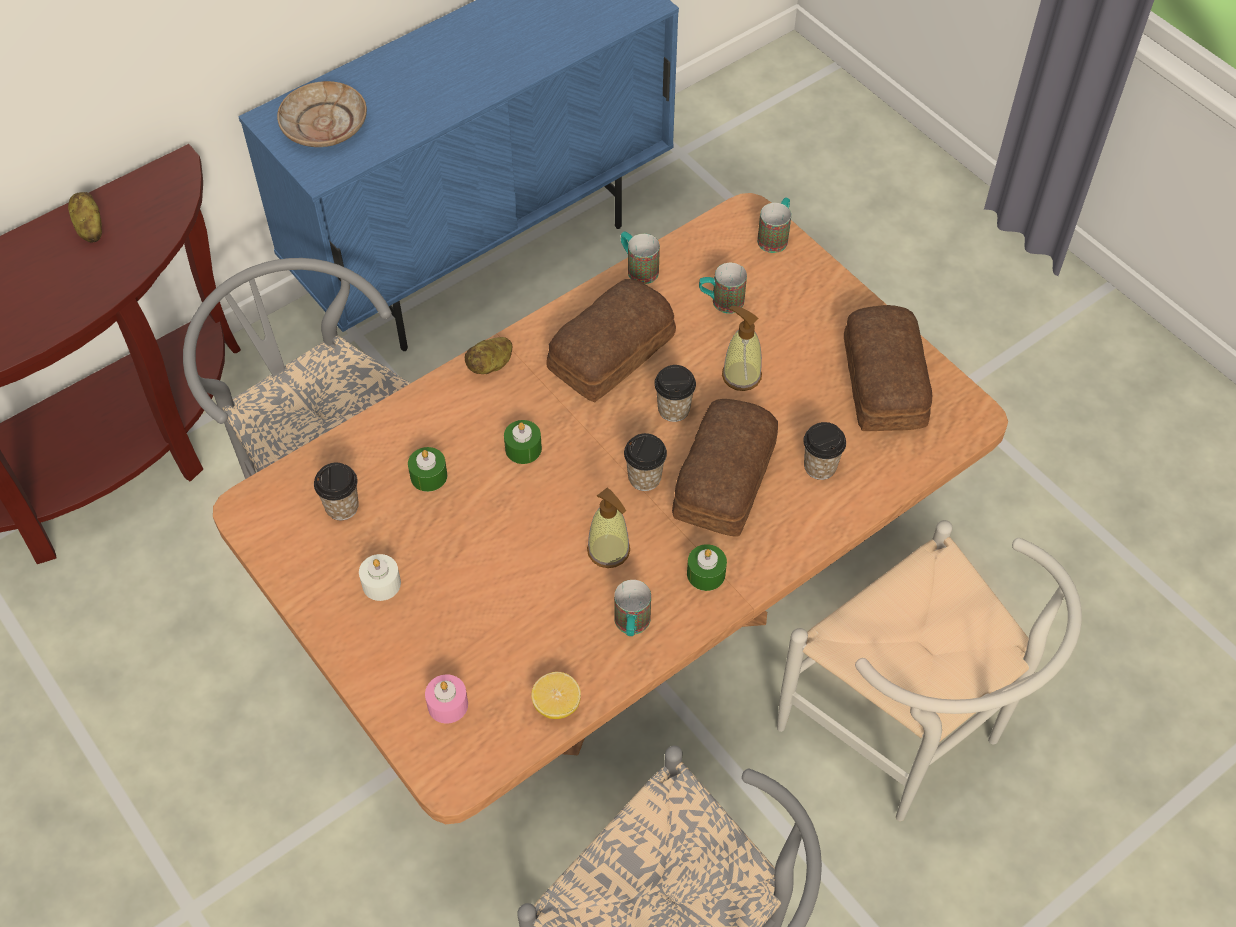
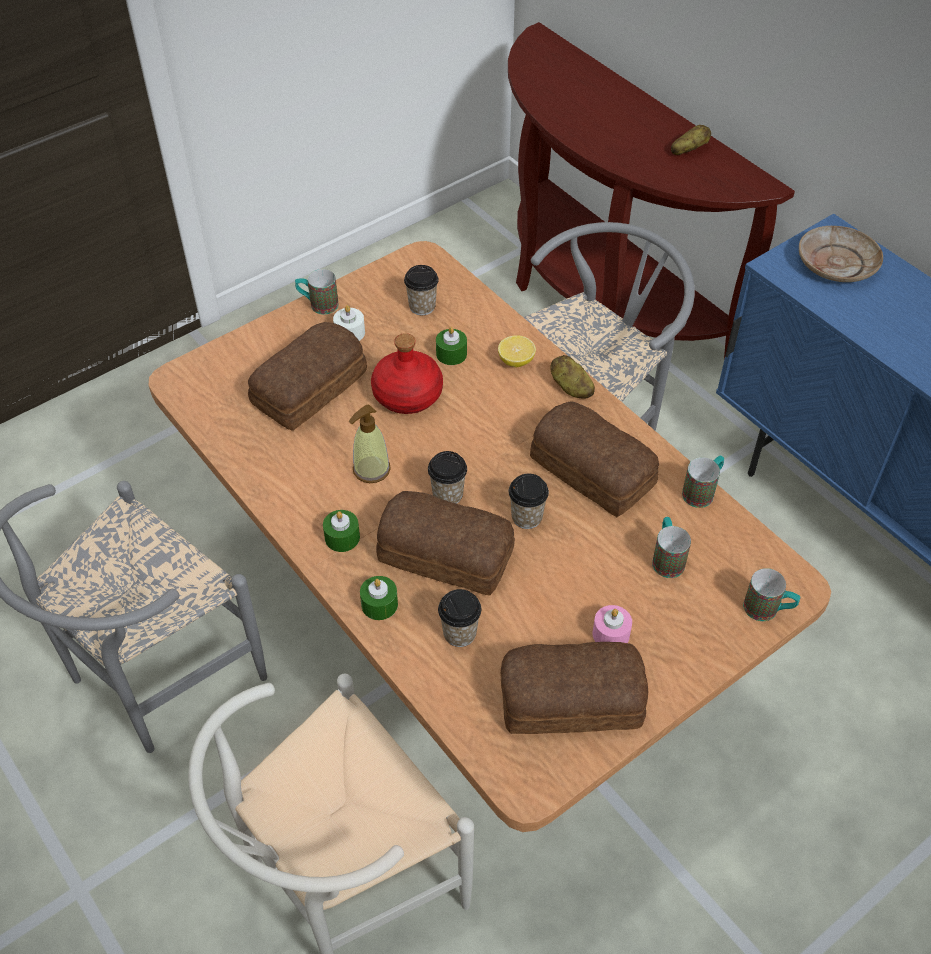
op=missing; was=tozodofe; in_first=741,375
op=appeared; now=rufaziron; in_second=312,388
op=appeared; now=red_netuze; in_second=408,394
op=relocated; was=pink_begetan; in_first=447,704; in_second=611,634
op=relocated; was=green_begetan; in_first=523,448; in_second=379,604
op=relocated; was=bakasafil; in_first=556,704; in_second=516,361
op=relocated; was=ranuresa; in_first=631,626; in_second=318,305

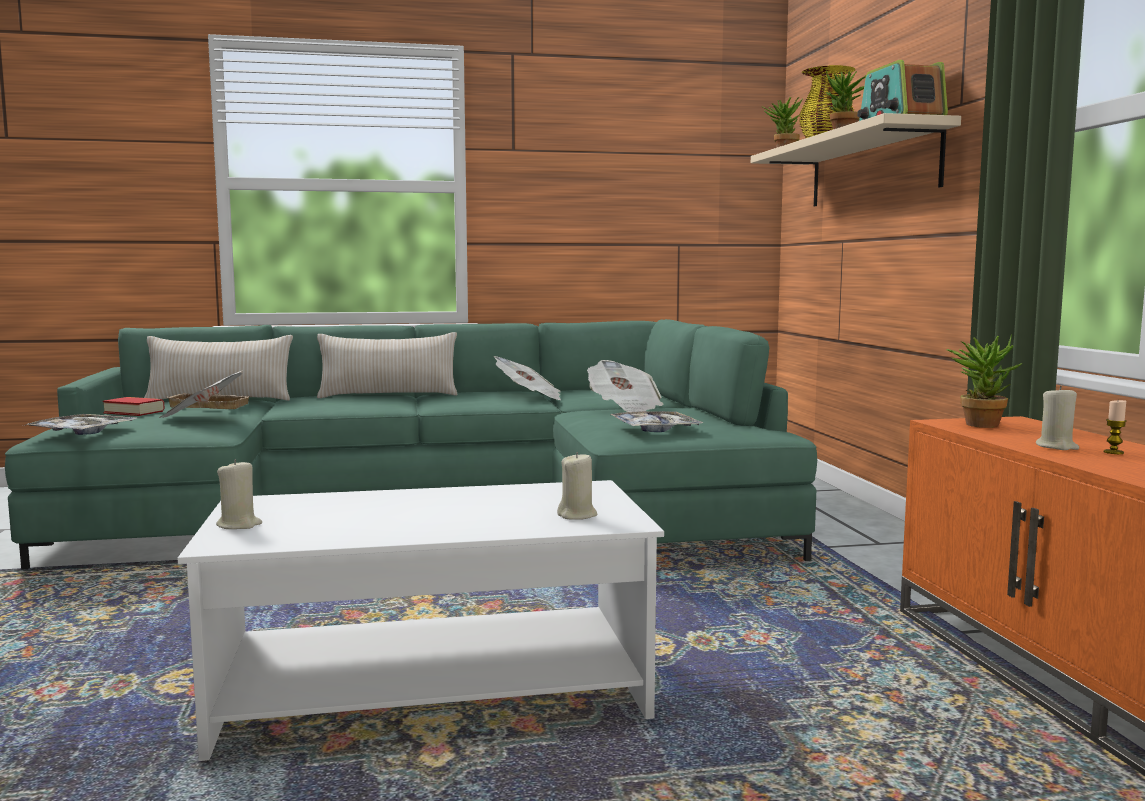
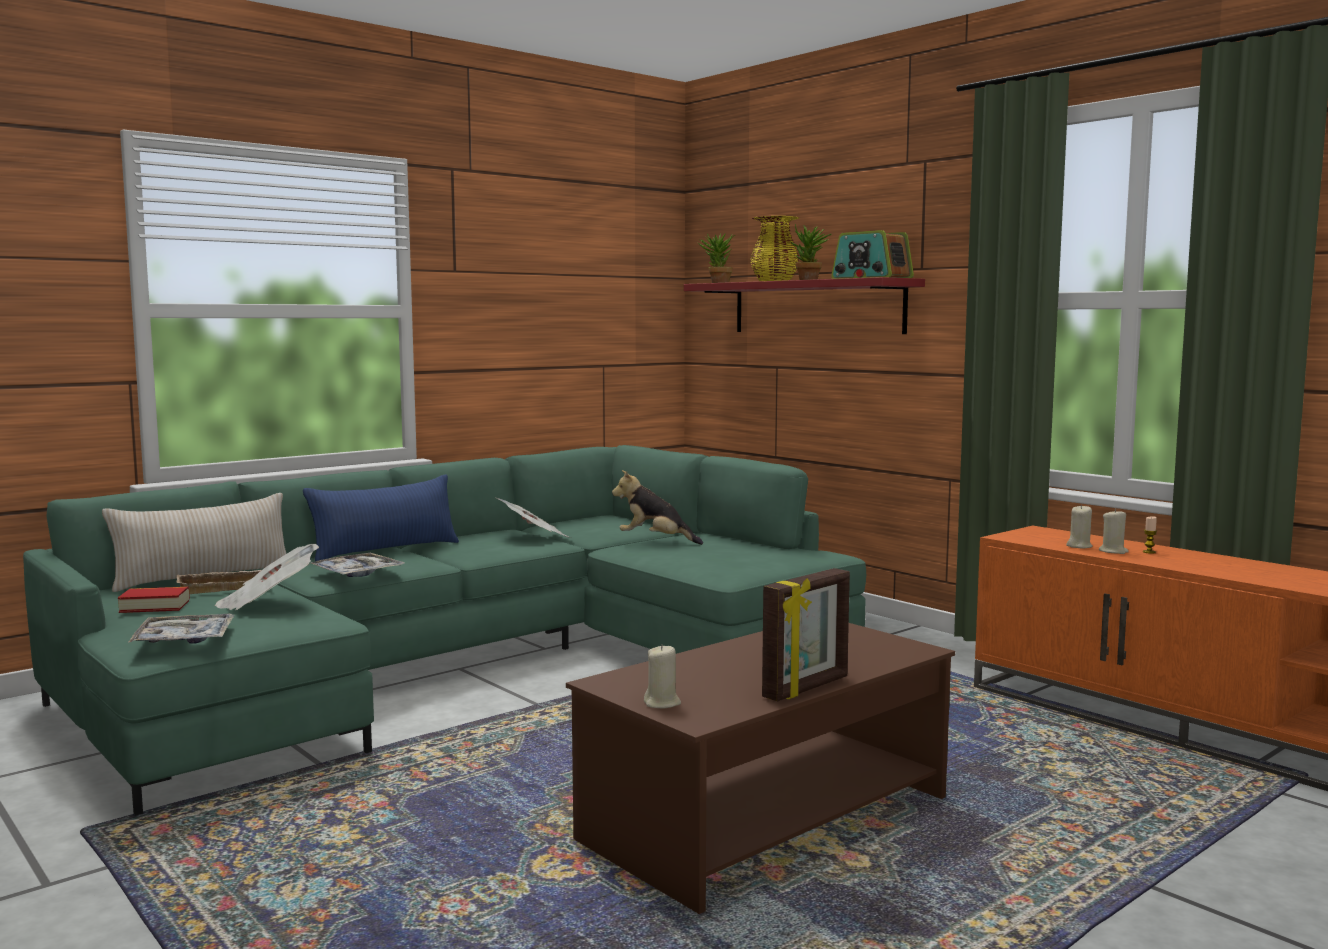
op=missing; was=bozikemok; in_first=979,424
op=appeared; now=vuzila; in_second=807,688
op=relocated; was=beige_begetan; in_first=577,515; in_second=1079,546
op=relocated; was=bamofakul; in_first=655,429; in_second=357,573
op=exchanged; was=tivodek; now=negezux; in_first=624,408; in_second=655,541
op=colour; was=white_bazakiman; now=brown_bazakiman; in_first=435,690; in_second=768,818
op=colour; was=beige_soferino; now=blue_soferino; in_first=388,395; in_second=385,550
op=colour; was=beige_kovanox; now=red_kovanox; in_first=872,168; in_second=816,307

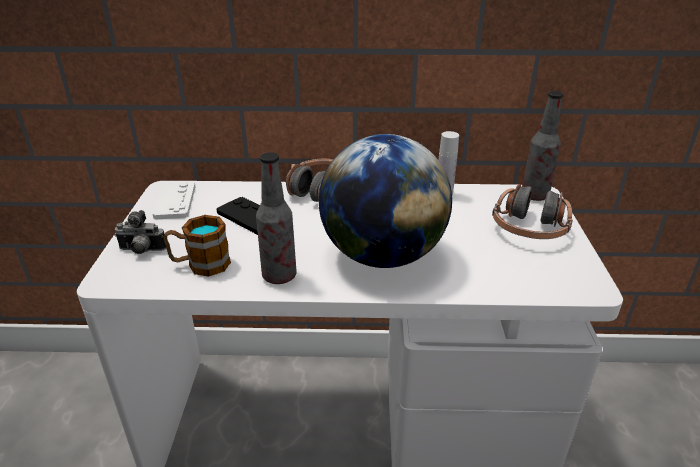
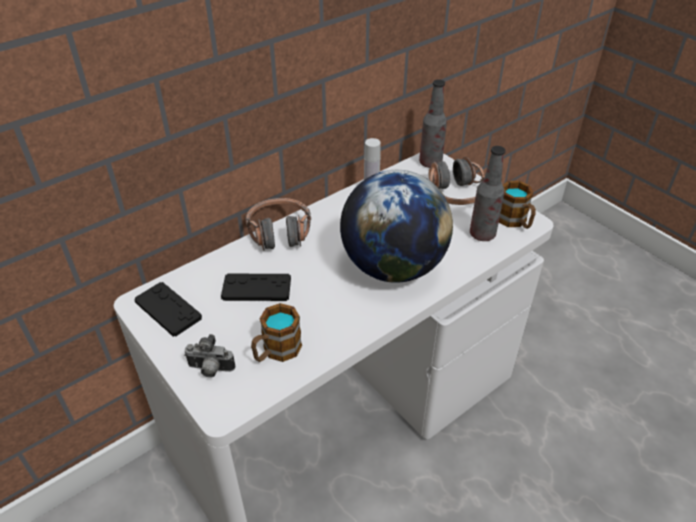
op=appeared; now=ranuresa; in_second=515,221
op=relocated; was=netuze; in_first=279,276; in_second=482,234
op=colour; was=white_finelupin; now=black_finelupin; in_first=175,201; in_second=168,310
op=spun; was=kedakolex; in_first=141,251; in_second=210,370; clockwise=45

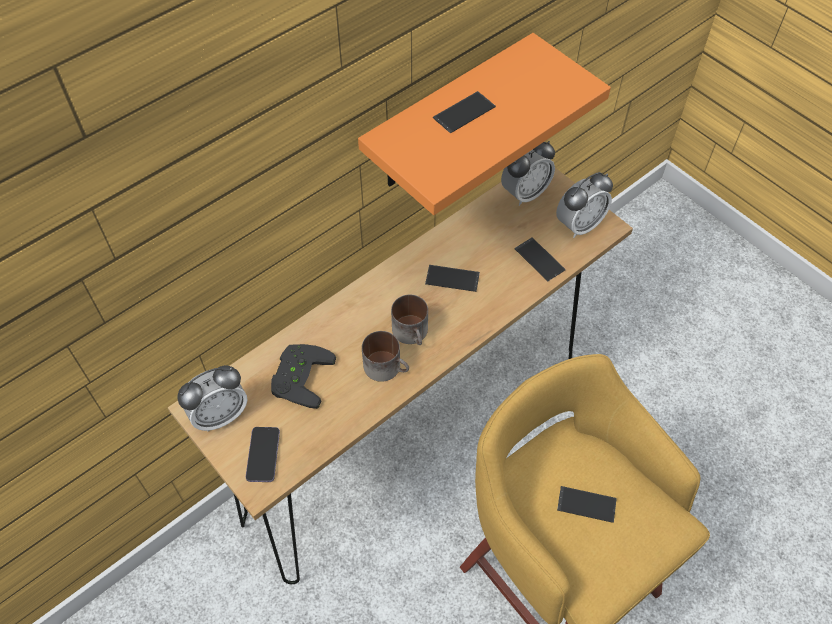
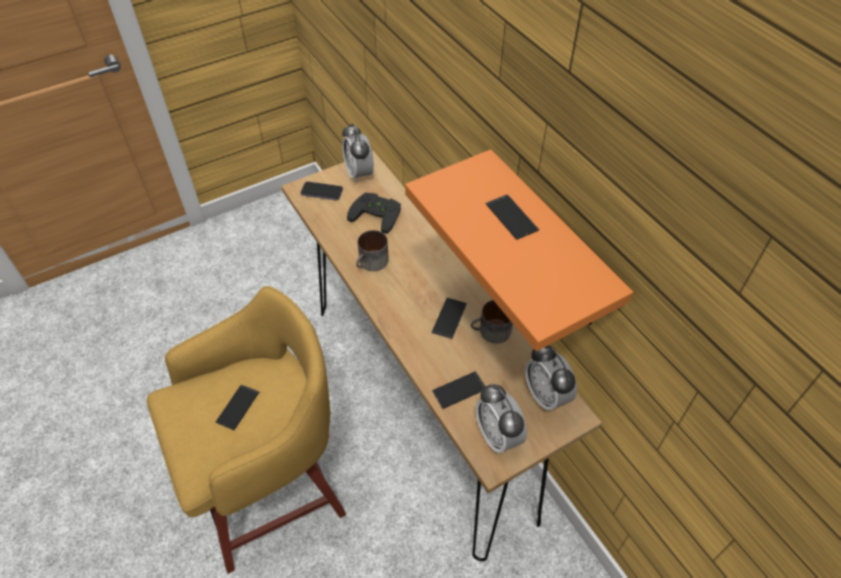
op=relocated; was=ranuresa; in_first=413,333; in_second=491,332

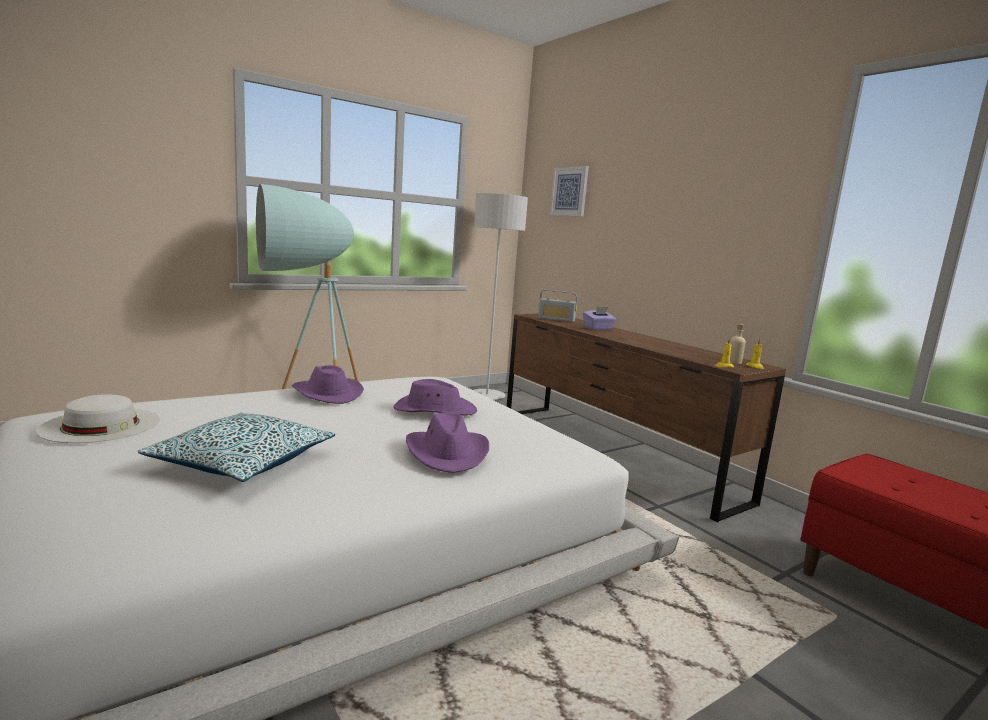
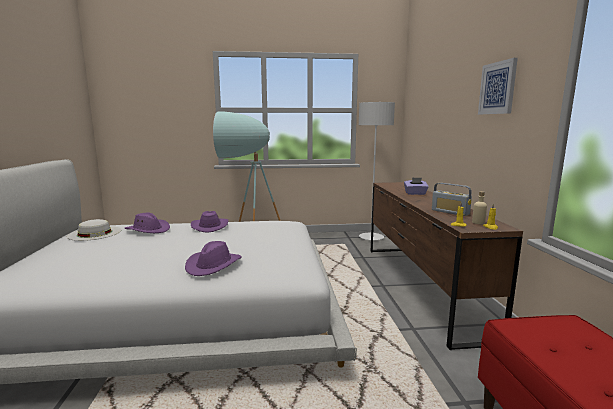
op=missing; was=soferino; in_first=243,462
op=relocated; was=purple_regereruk; in_first=434,410; in_second=148,229
op=relocated; was=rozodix; in_first=556,319; in_second=450,212
op=relocated; was=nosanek; in_first=569,191; in_second=497,88

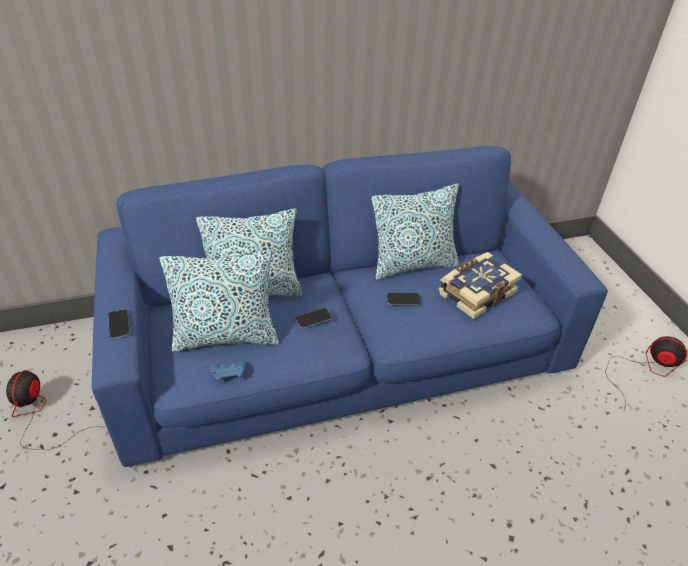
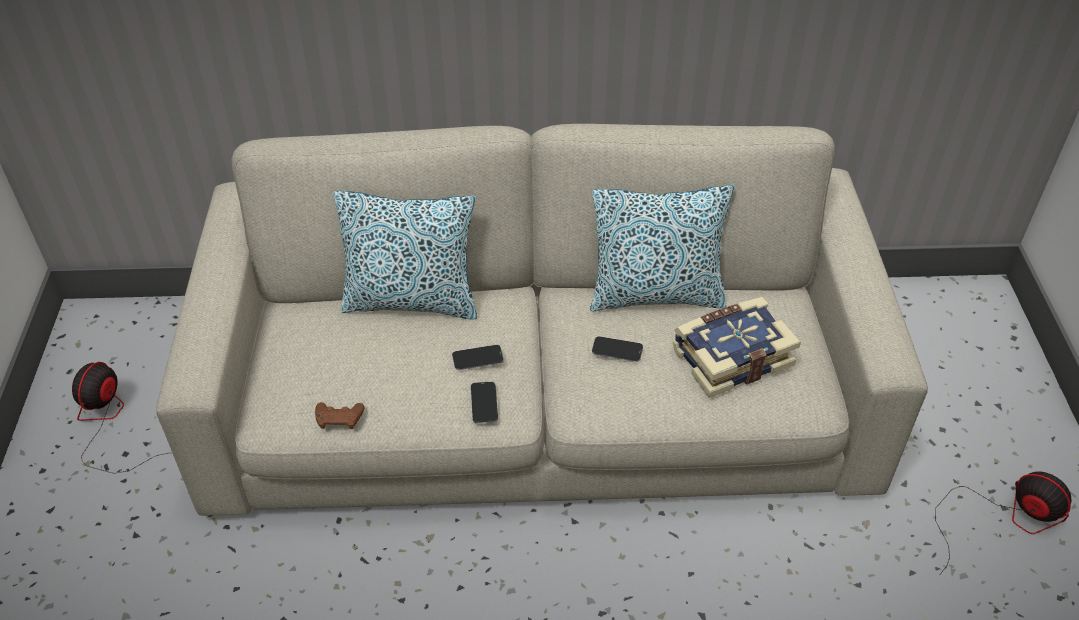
op=missing; was=soferino; in_first=226,336
op=relocated; was=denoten; in_first=119,324; in_second=484,403
op=colour; was=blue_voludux; now=beige_voludux; in_first=341,346; in_second=539,396
op=colour; was=blue_finelupin; now=brown_finelupin; in_first=229,373; in_second=339,418

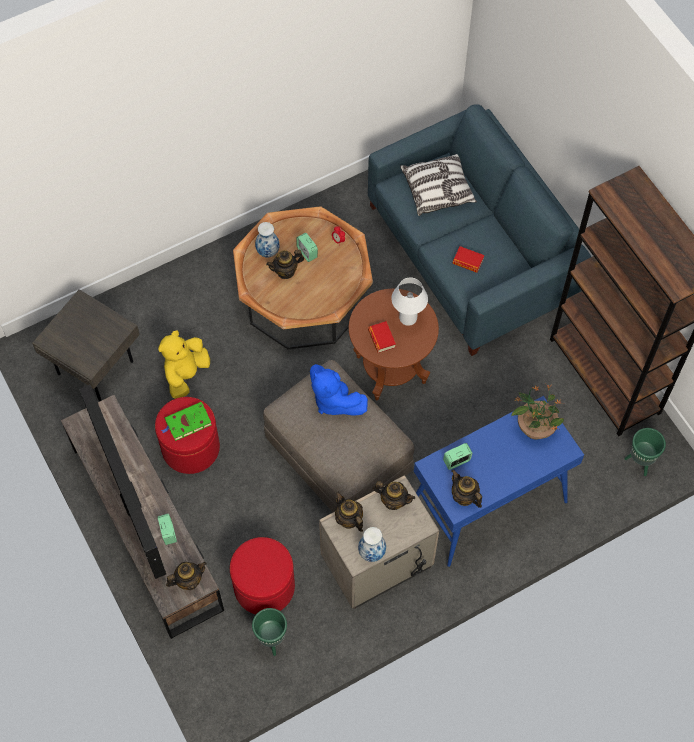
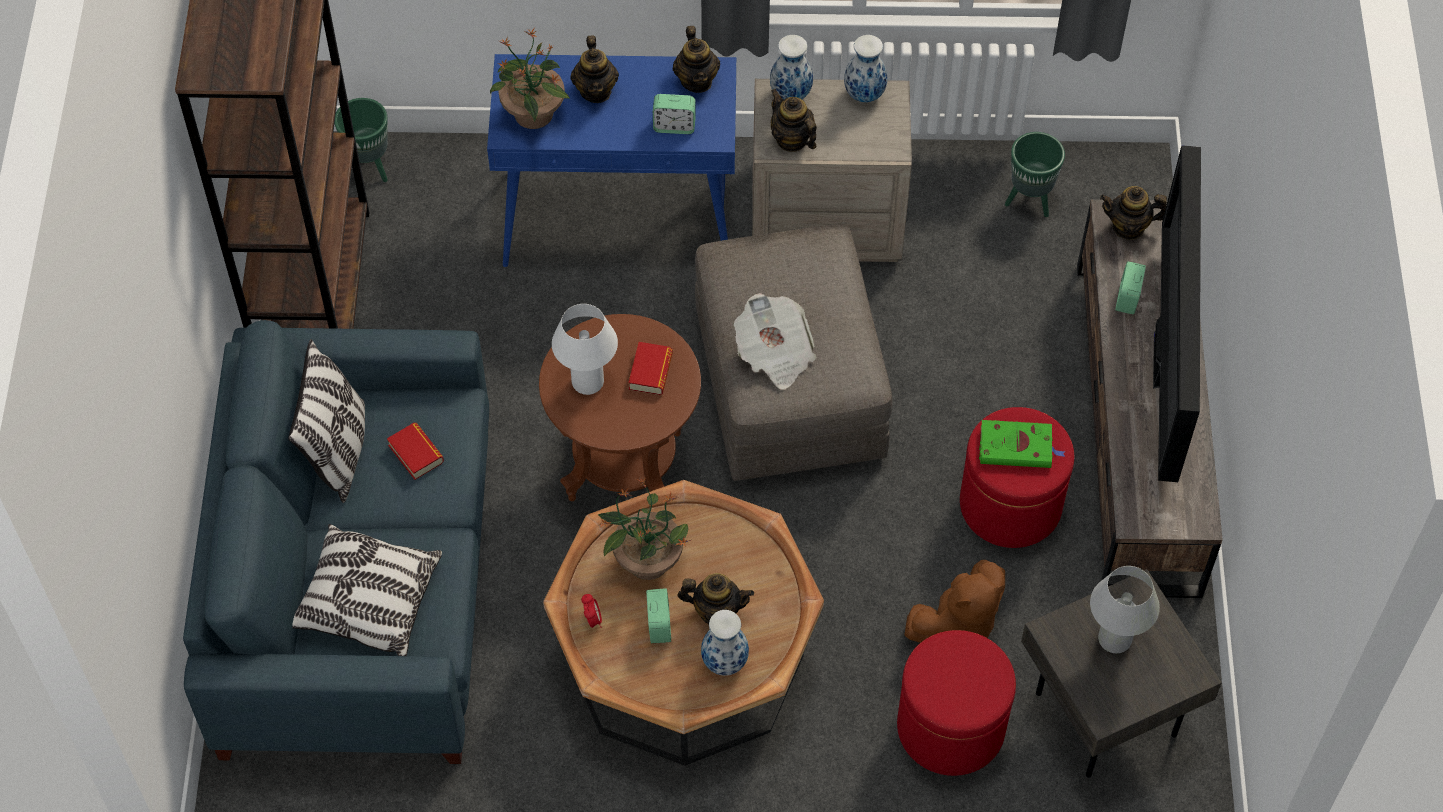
op=appeared; now=soferino; in_second=338,451
op=appeared; now=bozikemok; in_second=647,560
op=appeared; now=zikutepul; in_second=790,93
op=appeared; now=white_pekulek; in_second=1114,639
op=relocated; was=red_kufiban; in_first=264,587; in_second=950,727
op=relocated; was=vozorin; in_first=348,519; in_second=596,90
op=exchanged; was=blue_negezux; now=tivodek; in_first=334,400; in_second=774,354
op=colour; was=yellow_negezux; now=brown_negezux; in_first=186,374; in_second=957,624

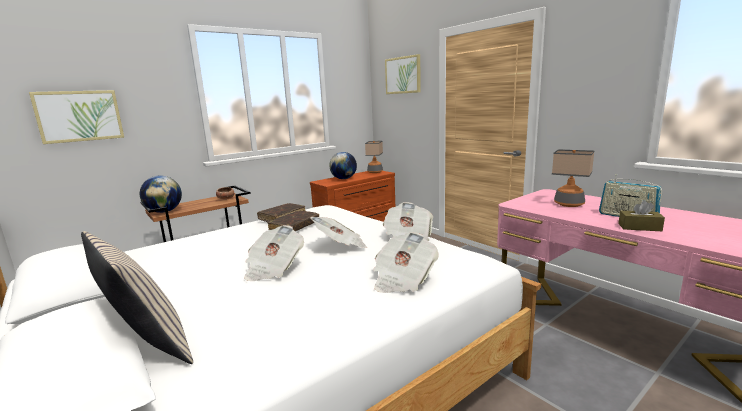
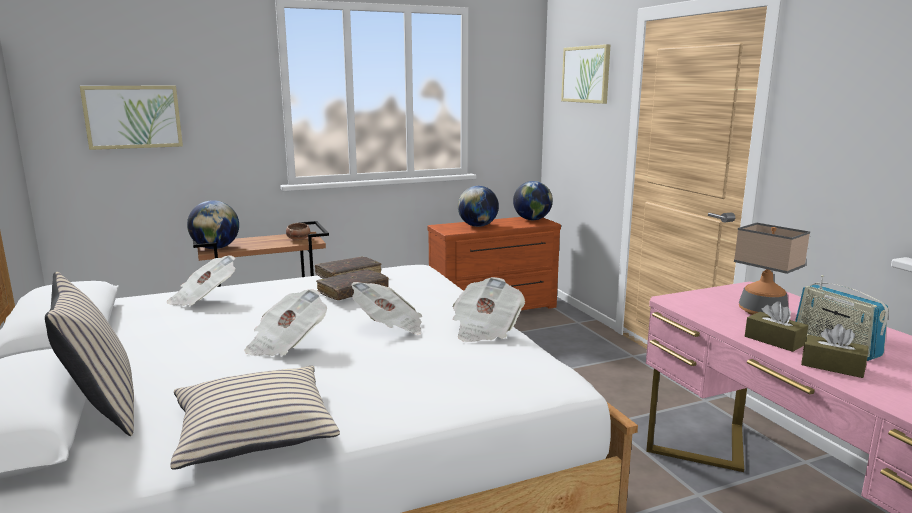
op=appeared; now=beige_soferino; in_second=254,431
op=appeared; now=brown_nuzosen; in_second=774,341
op=relocated; was=tivodek; in_first=402,279; in_second=203,298
op=exchanged; was=pekulek; now=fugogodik; in_first=375,172; in_second=532,219

